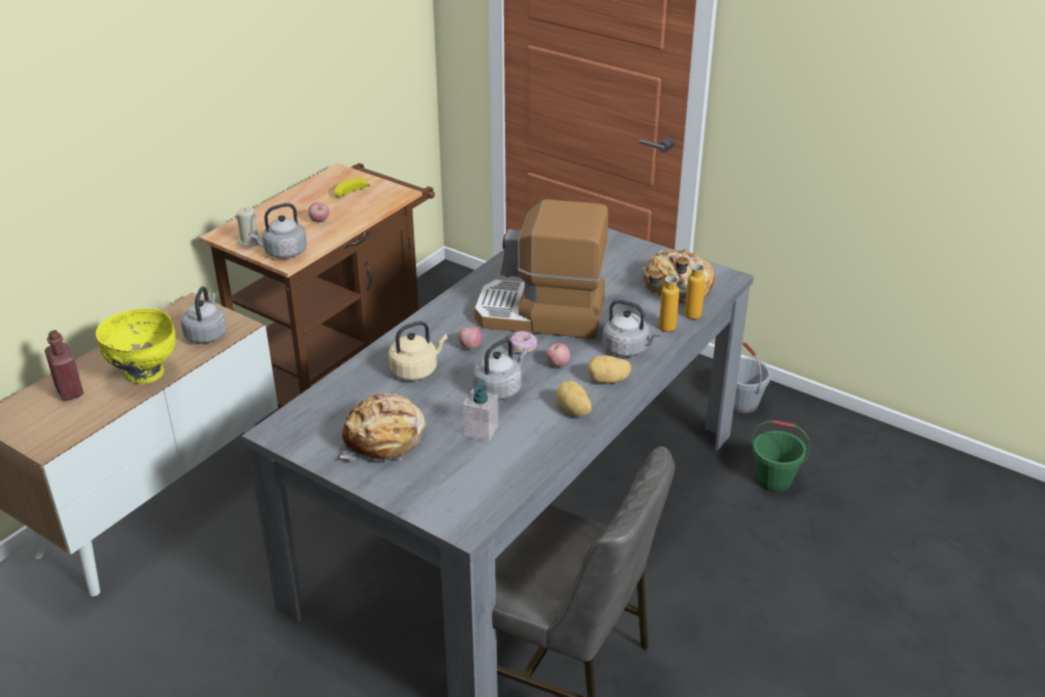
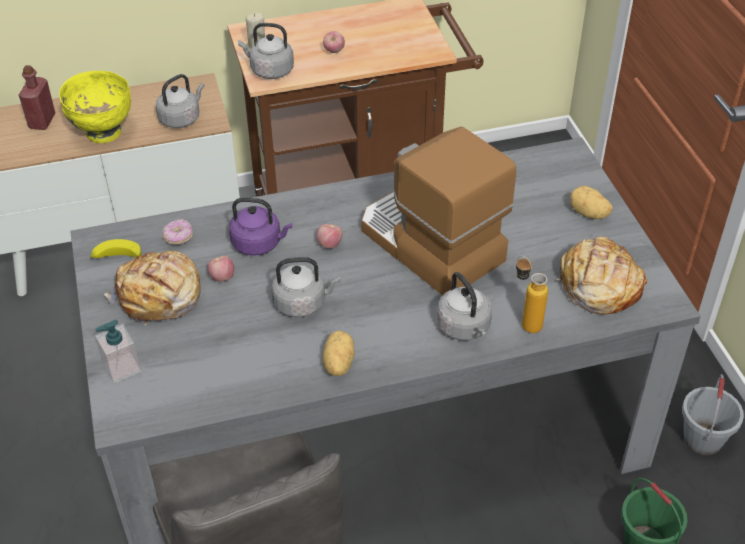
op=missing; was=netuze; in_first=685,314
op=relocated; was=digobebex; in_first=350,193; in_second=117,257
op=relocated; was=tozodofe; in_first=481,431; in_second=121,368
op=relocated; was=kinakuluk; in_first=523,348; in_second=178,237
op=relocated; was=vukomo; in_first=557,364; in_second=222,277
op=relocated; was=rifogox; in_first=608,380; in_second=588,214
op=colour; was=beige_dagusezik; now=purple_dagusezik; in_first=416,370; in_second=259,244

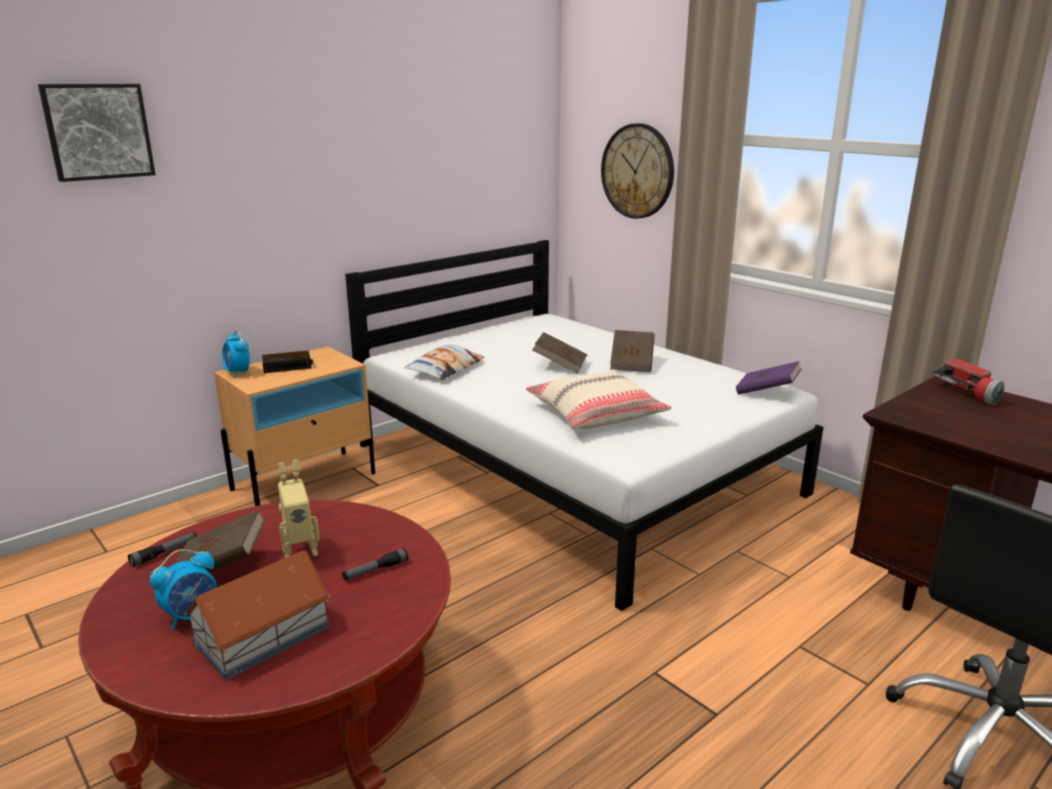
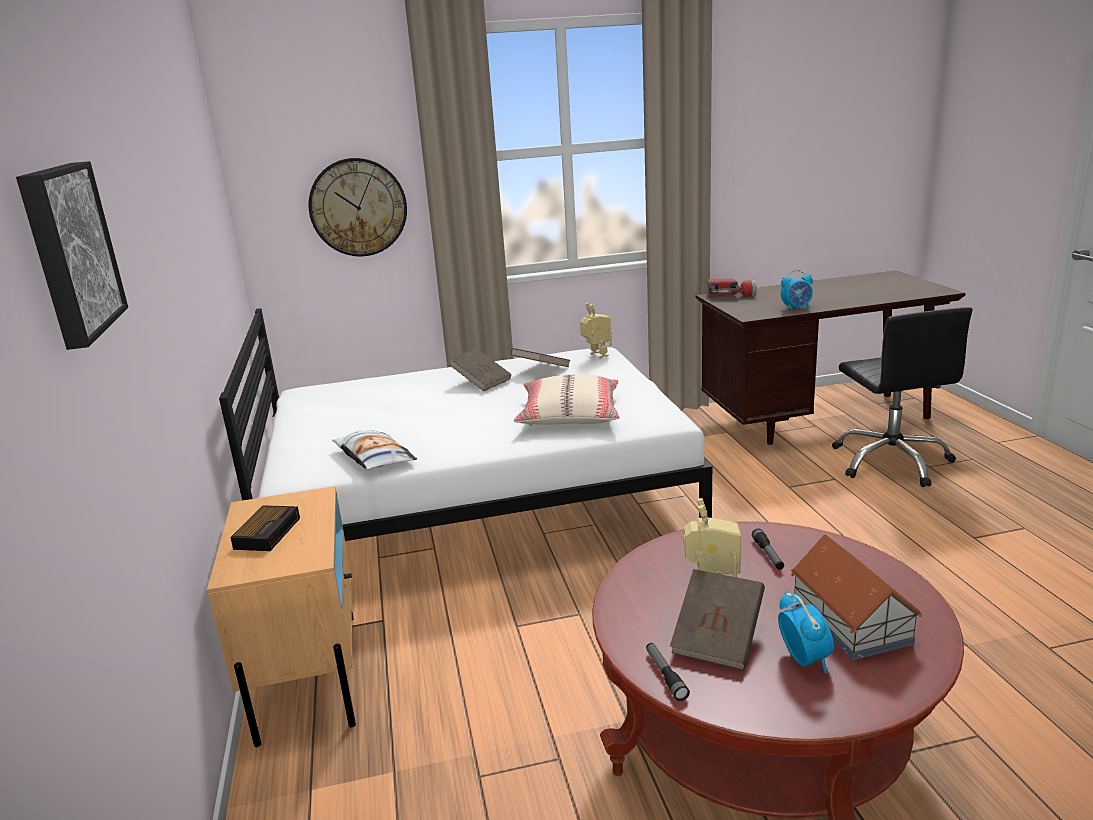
op=relocated; was=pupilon; in_first=238,373; in_second=796,308
op=relocated; was=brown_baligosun; in_first=560,365; in_second=541,370
op=exchanged; was=purple_baligosun; now=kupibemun; in_first=766,392; in_second=596,355

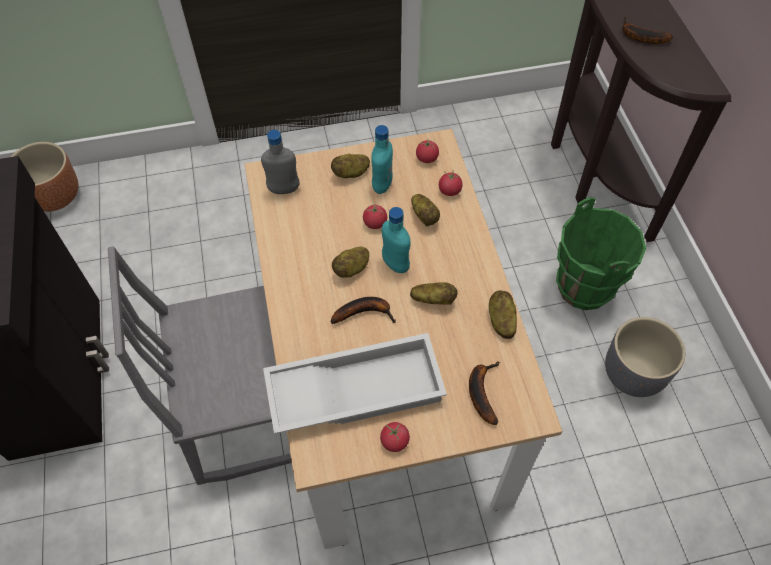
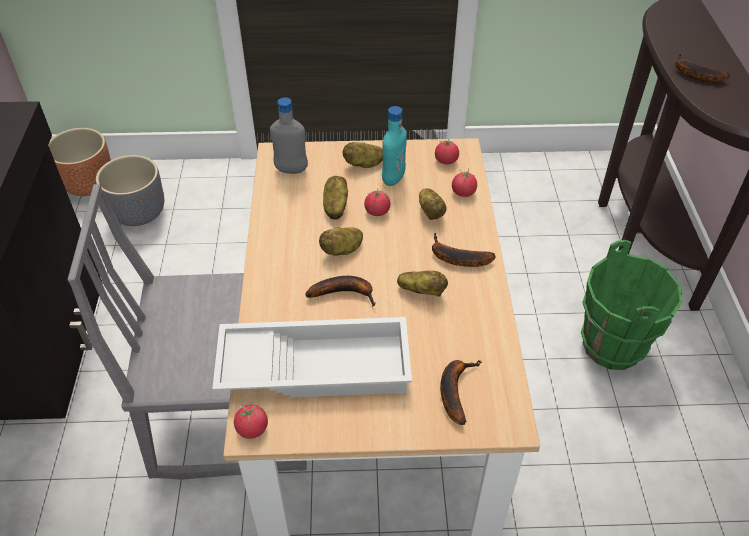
op=missing; was=turquoise_netuze; in_first=395,264
op=appeared; now=digobebex; in_second=456,258
op=relocated; was=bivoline; in_first=394,441; in_second=252,428
op=relocated; was=rifogox; in_first=501,321; in_second=335,207
op=relocated; was=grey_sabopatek; in_first=632,374; in_second=138,213

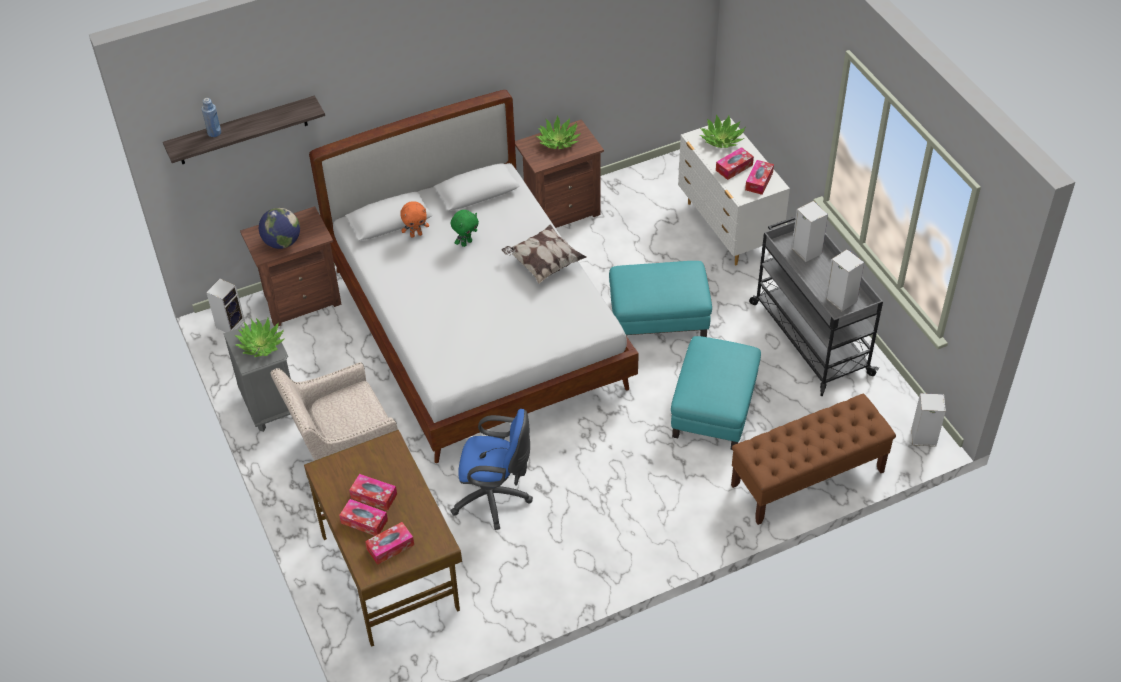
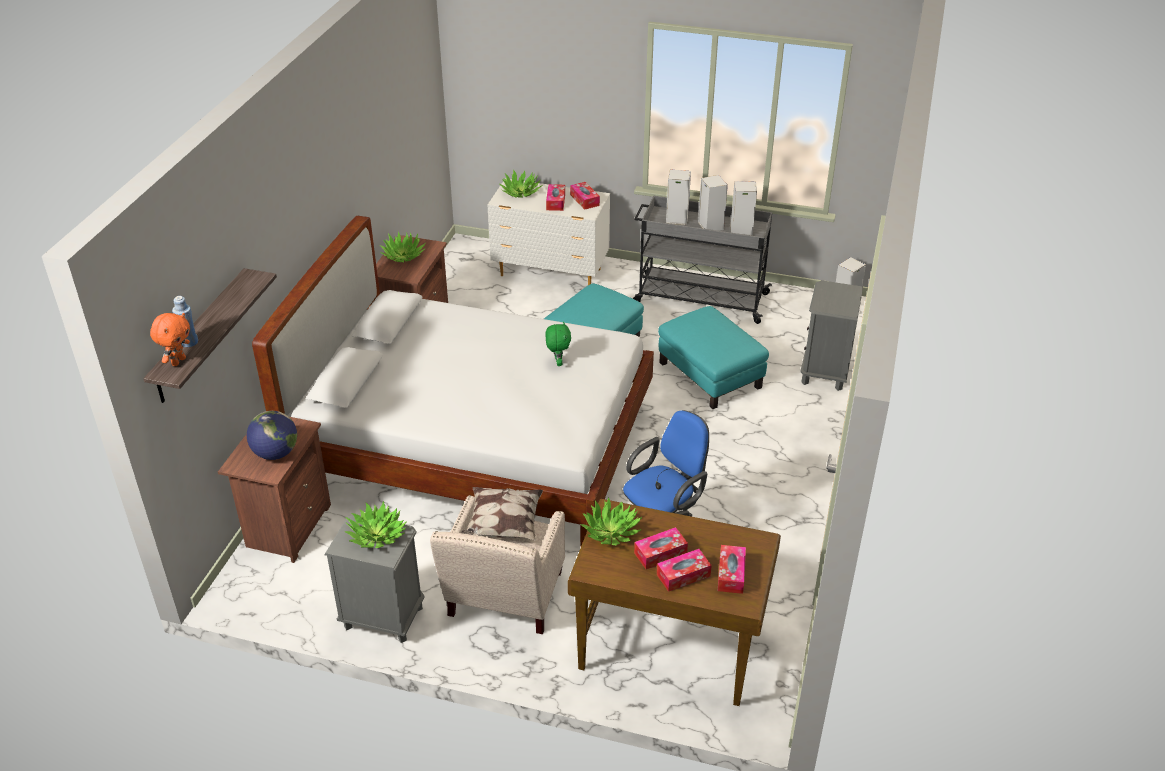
op=appeared; now=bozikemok; in_second=611,531
op=relocated; was=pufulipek; in_first=230,323; in_second=709,225
op=relocated; was=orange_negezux; in_first=416,234; in_second=178,361
op=relocated; was=green_negezux; in_first=466,242; in_second=558,362
op=relocated; was=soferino; in_first=543,263; in_second=503,526
op=exchanged; was=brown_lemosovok; now=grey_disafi; in_first=807,479; in_second=825,372

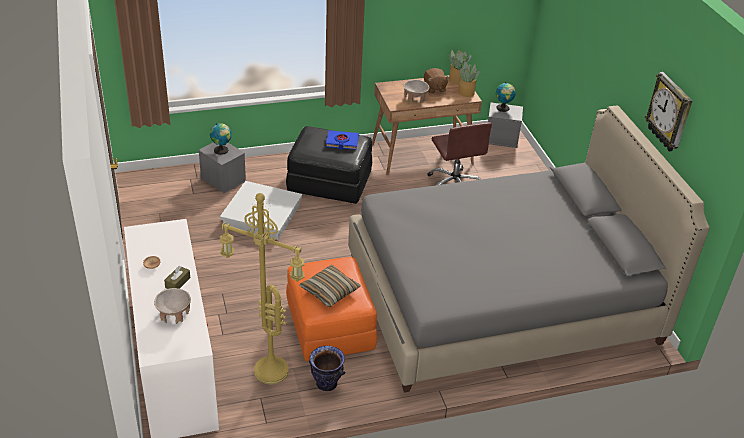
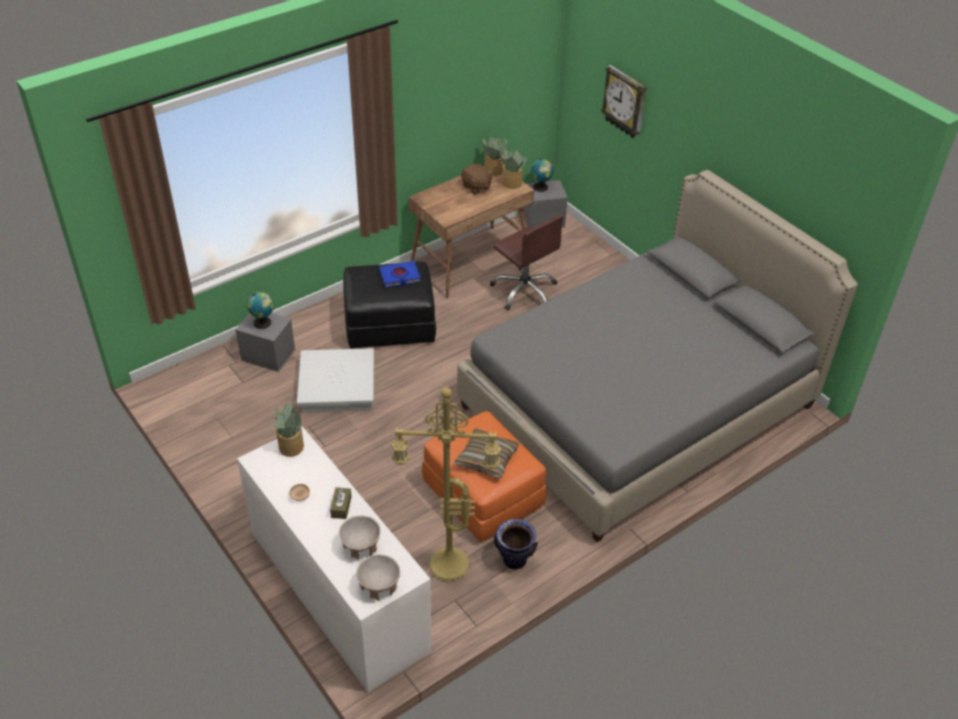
op=appeared; now=bozikemok; in_second=291,446
op=relocated; was=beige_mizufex; in_first=415,99; in_second=379,586
op=relocated; was=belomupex; in_first=670,113; in_second=625,102

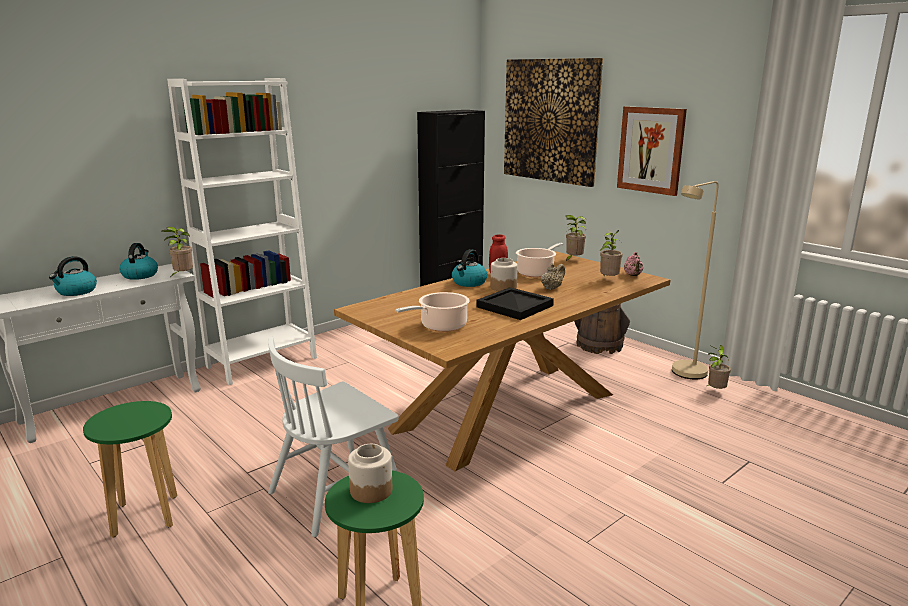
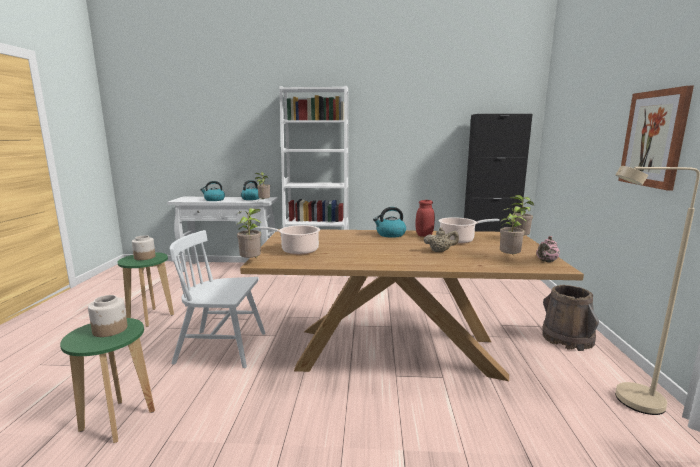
op=missing; was=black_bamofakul; in_first=516,306
op=missing; was=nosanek; in_first=550,121
op=relocated; was=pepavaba; in_first=503,287; in_second=145,257
op=relocated; was=bozikemok; in_first=715,391; in_second=251,262

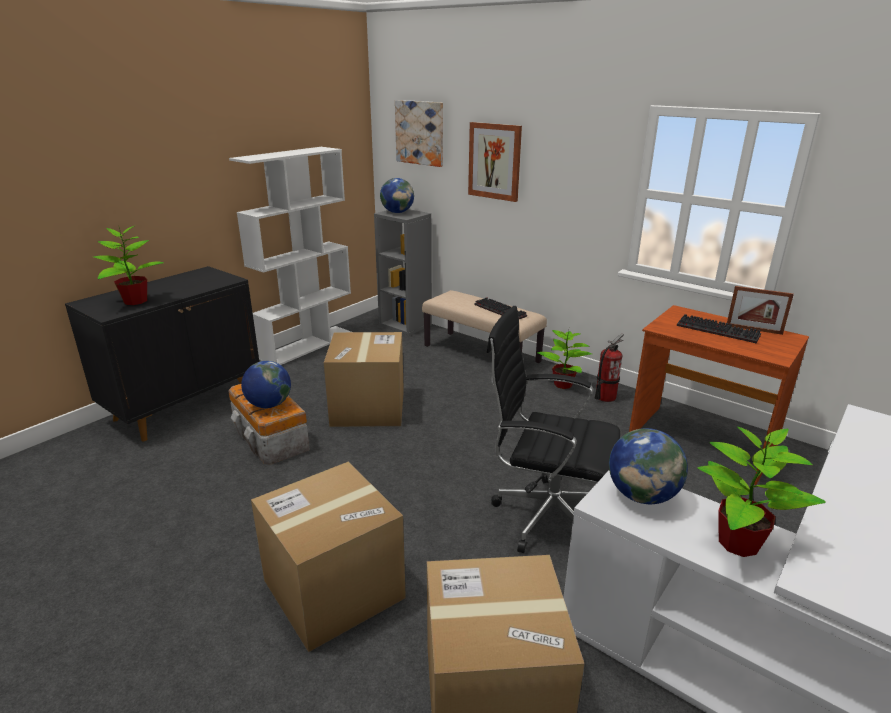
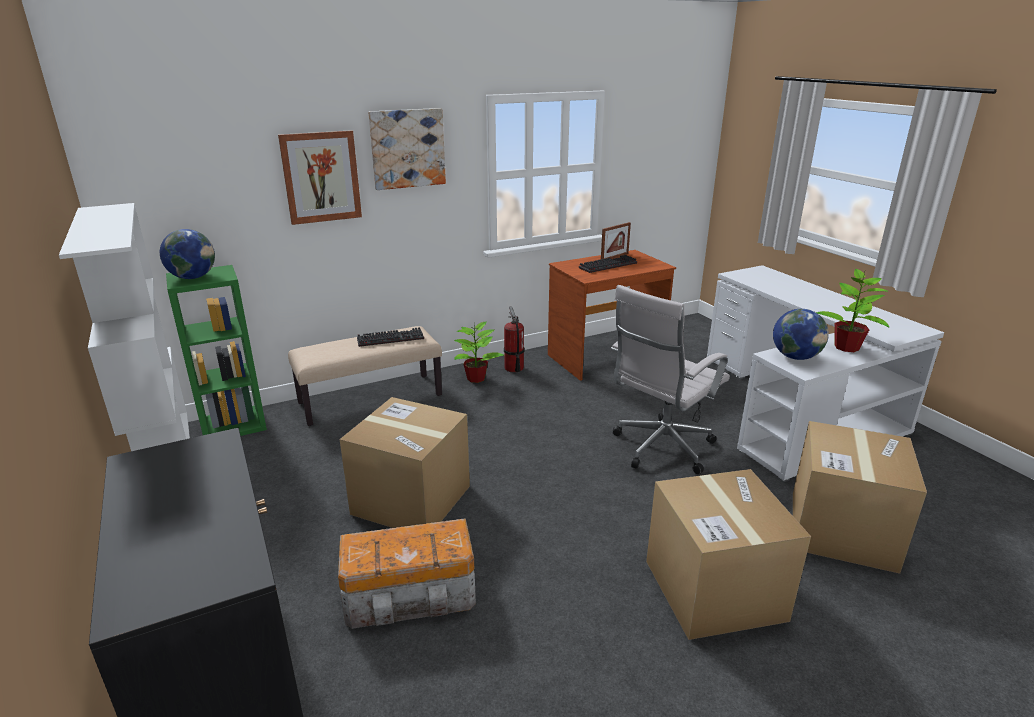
op=missing; was=bozikemok; in_first=134,301
op=missing; was=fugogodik; in_first=269,405
op=relocated; was=nosanek; in_first=420,133; in_second=407,148
op=colour; was=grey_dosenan; now=green_dosenan; in_first=406,325; in_second=234,424
op=colour; was=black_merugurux; now=white_merugurux; in_first=544,516; in_second=660,449

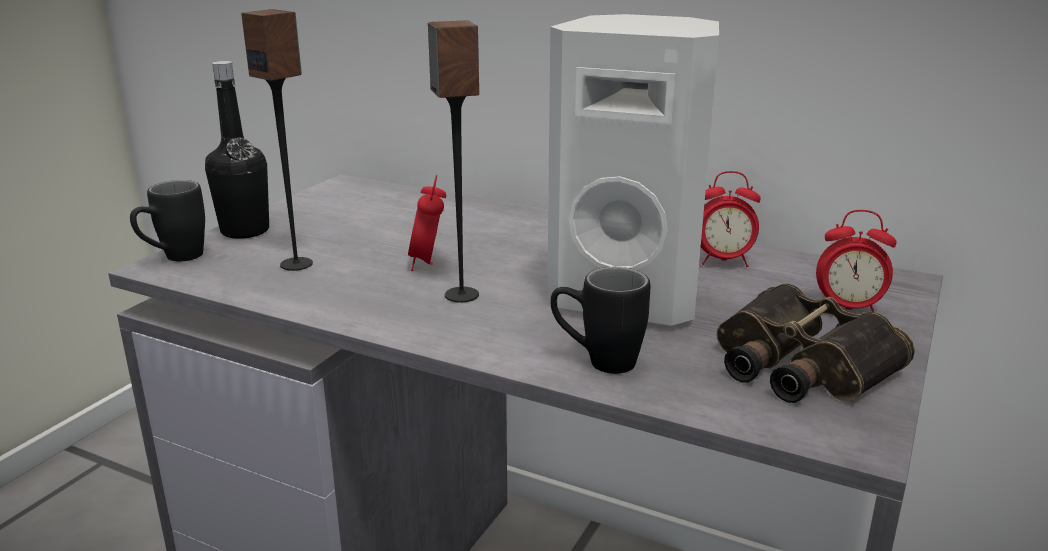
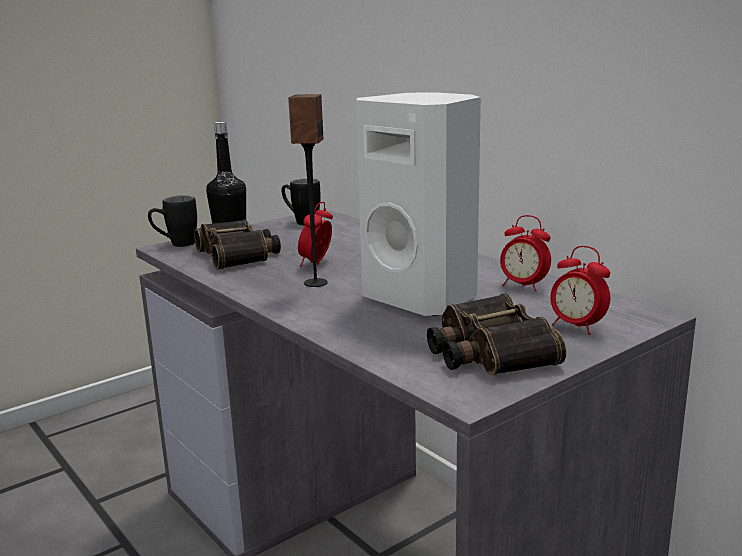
op=relocated; was=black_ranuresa; in_first=597,361; in_second=301,222
op=exchanged; was=pufulipek; now=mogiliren; in_first=297,264; in_second=239,255

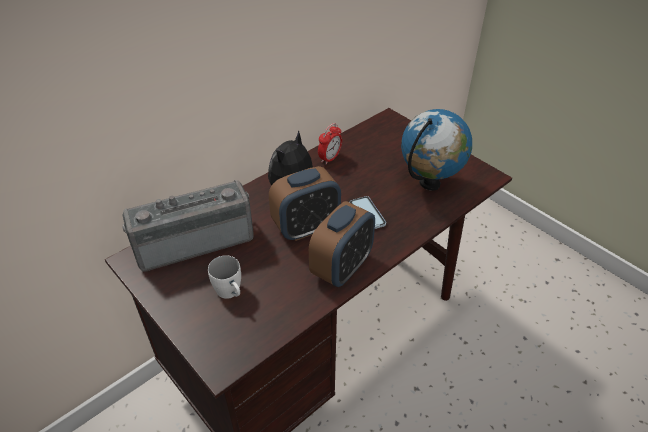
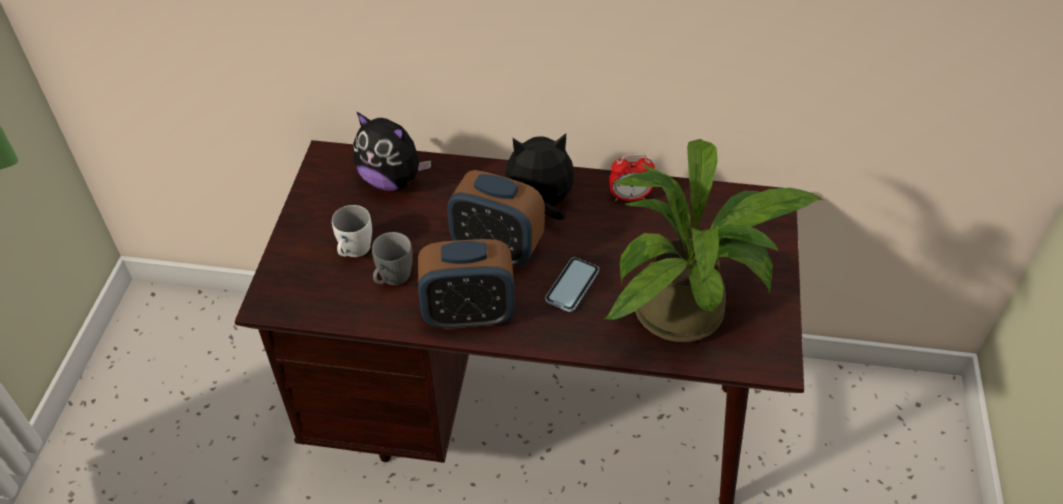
op=appeared; now=grey_ranuresa; in_second=392,279
op=exchanged; was=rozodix; now=negezux; in_first=194,240; in_second=392,180
op=exchanged; was=fugogodik; now=bozikemok; in_first=429,184; in_second=690,312

